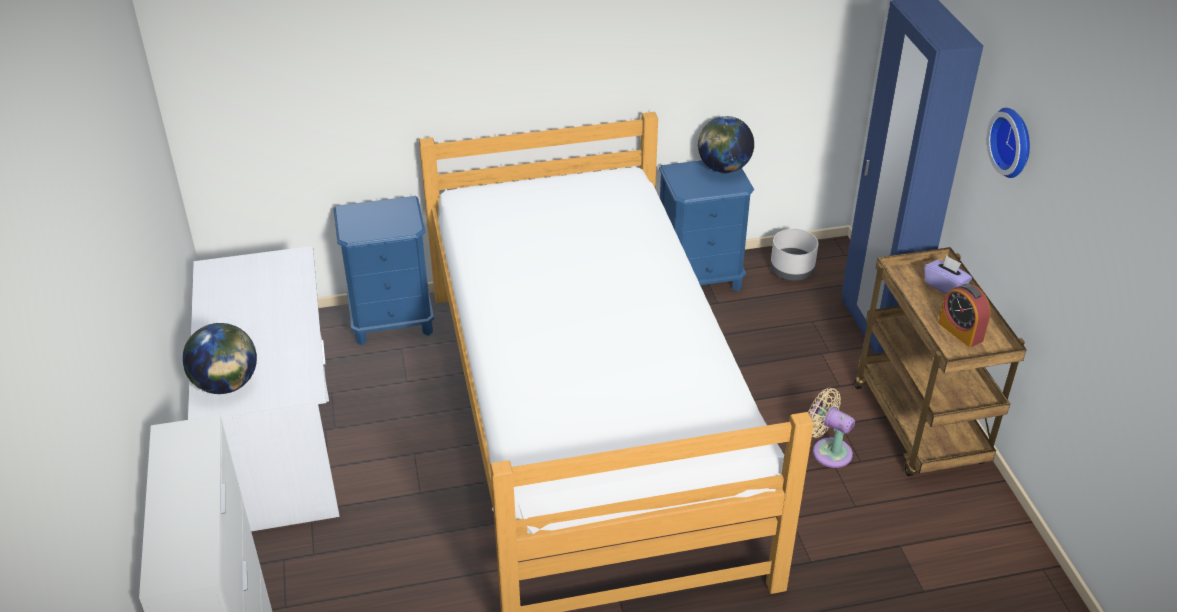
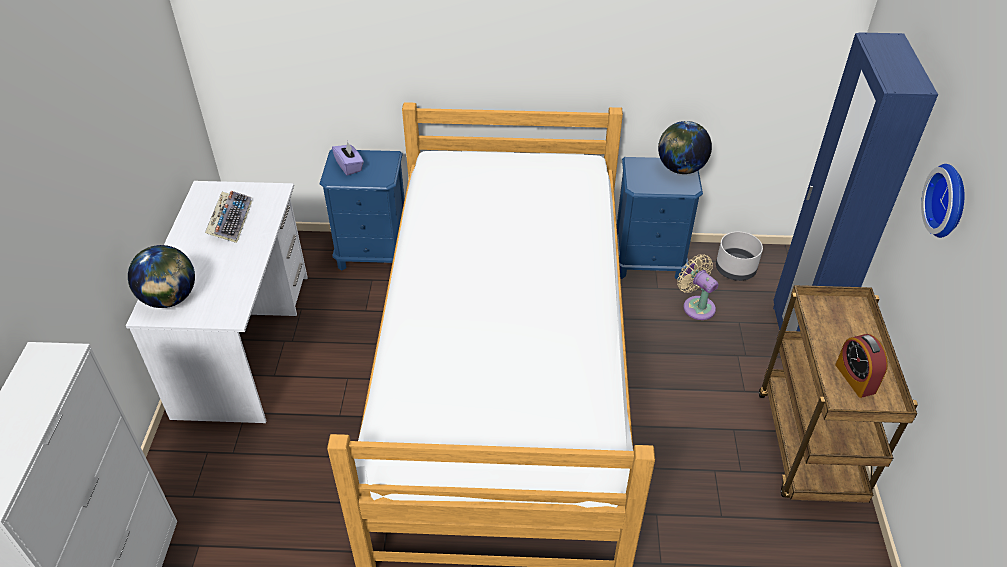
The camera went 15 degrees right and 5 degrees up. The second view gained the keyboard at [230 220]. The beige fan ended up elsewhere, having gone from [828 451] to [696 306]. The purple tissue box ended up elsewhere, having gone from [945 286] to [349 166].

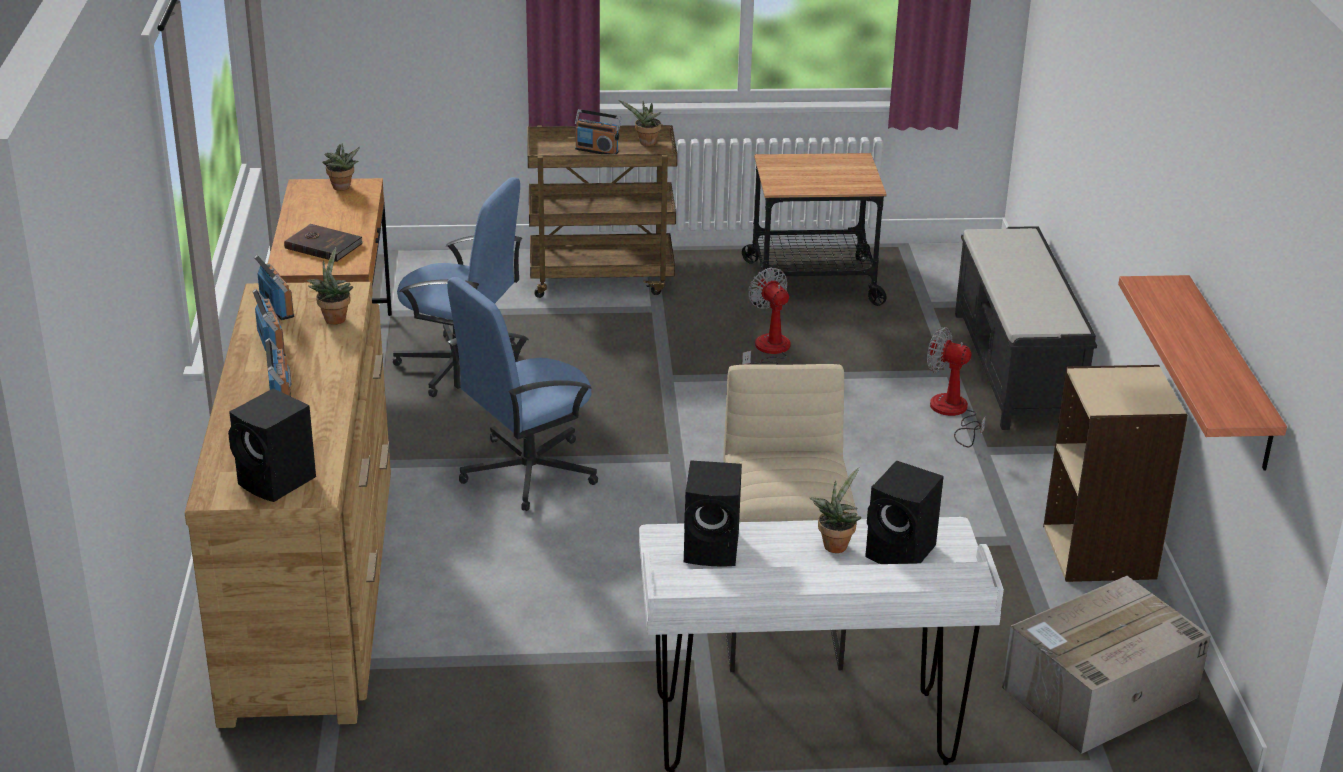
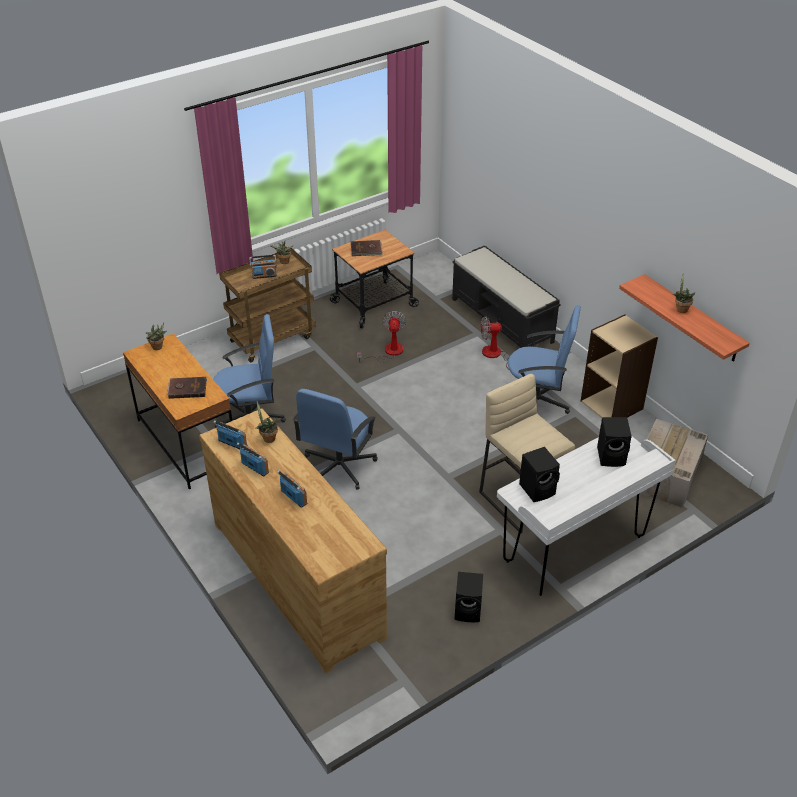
The camera went 30 degrees left and 10 degrees up. The second view gained the brown book at [366 250]. The second view gained the blue office chair at [537 402]. The black speaker ended up elsewhere, having gone from [278 482] to [469 610]. The potted plant ended up elsewhere, having gone from [835 544] to [680 309]. The fan at [767 351] ended up facing another way, 60 degrees clockwise from before.

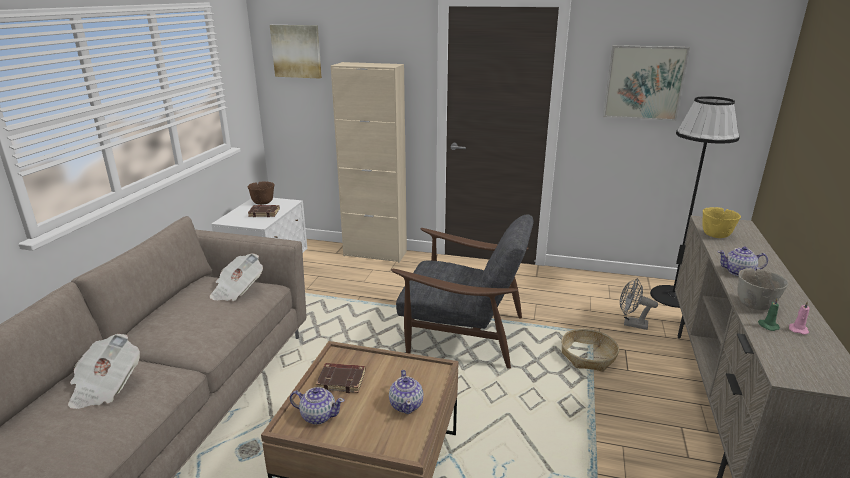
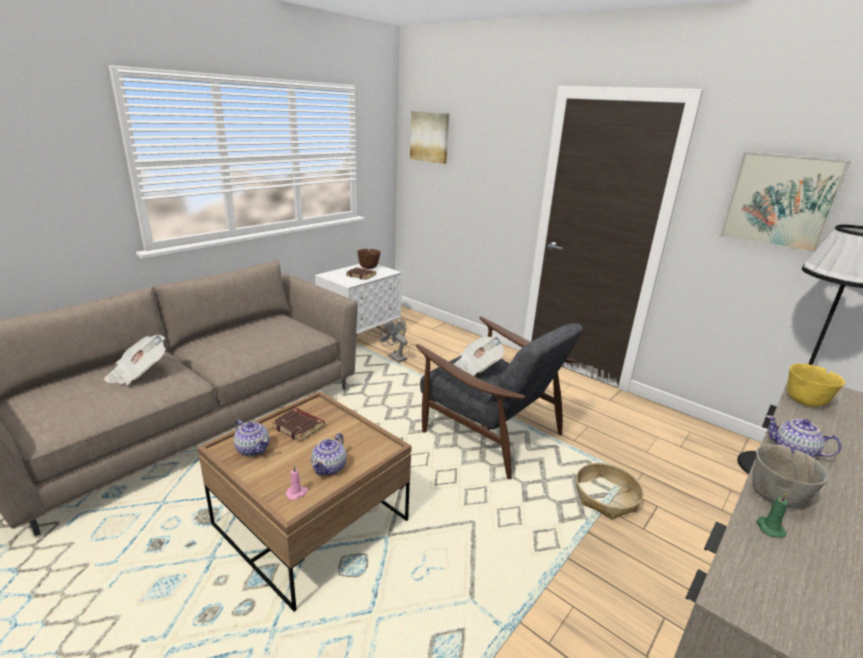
The camera went 25 degrees right and 0 degrees up. The second view lost the beige cabinet at [375 253]. The newspaper ended up elsewhere, having gone from [237 290] to [476 367]. The grey fan ended up elsewhere, having gone from [631 324] to [394 357]. The pink candle ended up elsewhere, having gone from [798 329] to [297 493].

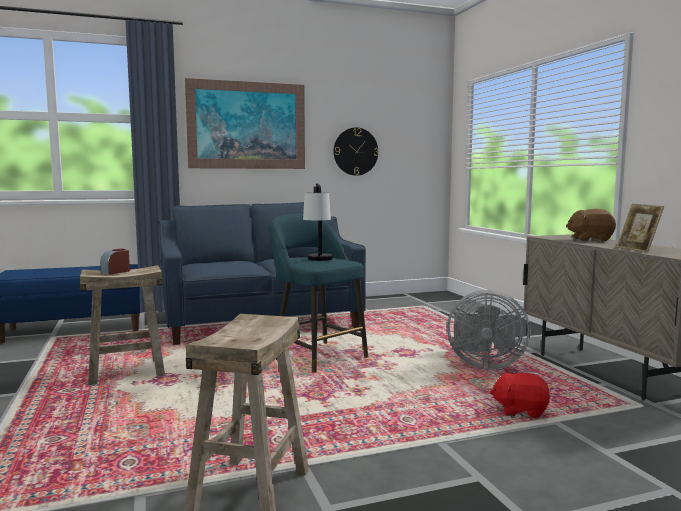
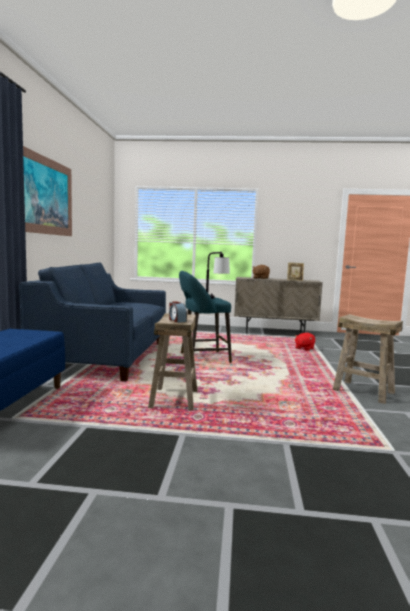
The camera went 65 degrees left and 0 degrees up. The second view lost the wall clock at [355 151]. The second view lost the grey fan at [483 365].

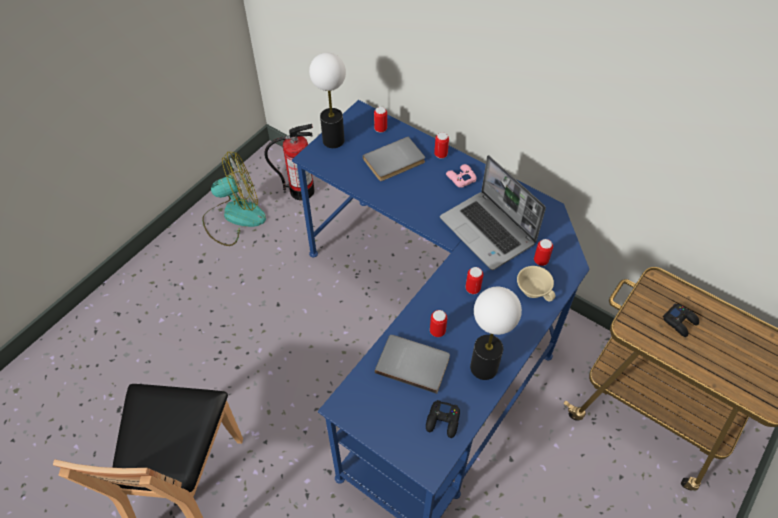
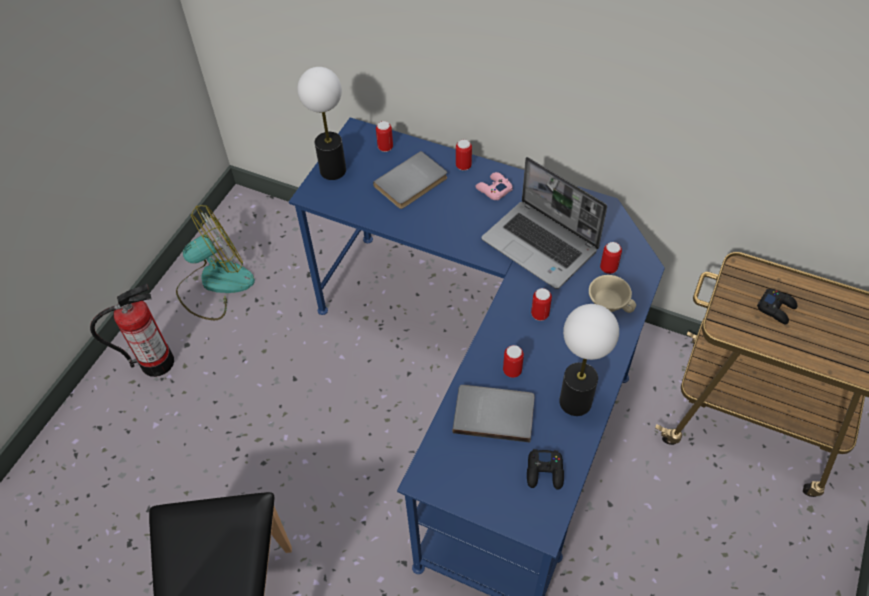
The camera went 10 degrees left and 0 degrees up. The fire extinguisher ended up elsewhere, having gone from [301 191] to [157 362].

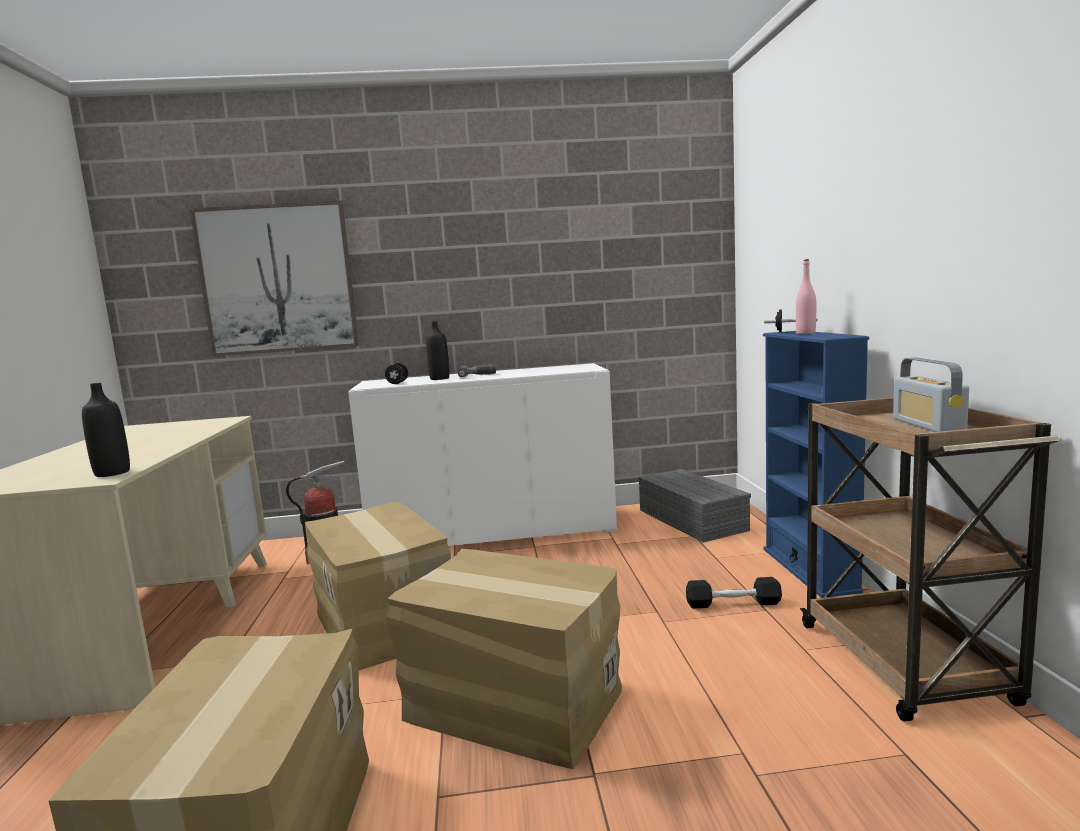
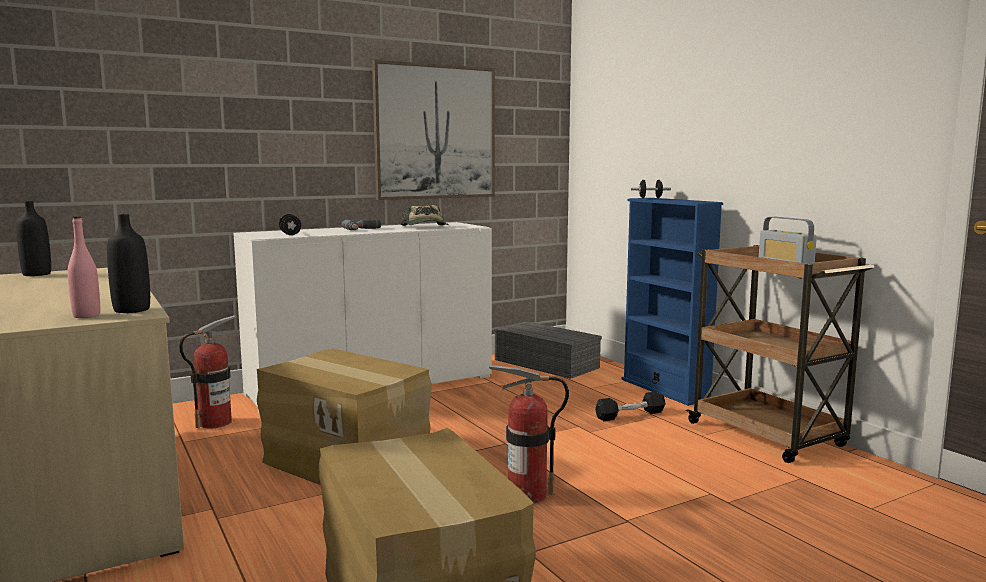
The camera went 25 degrees left and 0 degrees up. The second view gained the cap at [426 227]. The picture ended up elsewhere, having gone from [278 279] to [435 132]. The black bottle ended up elsewhere, having gone from [439 378] to [37 274]. The pink bottle ended up elsewhere, having gone from [805 333] to [86 316]. Where the cardboard box stood at [513 704], the fire extinguisher came to stand at [527 494].

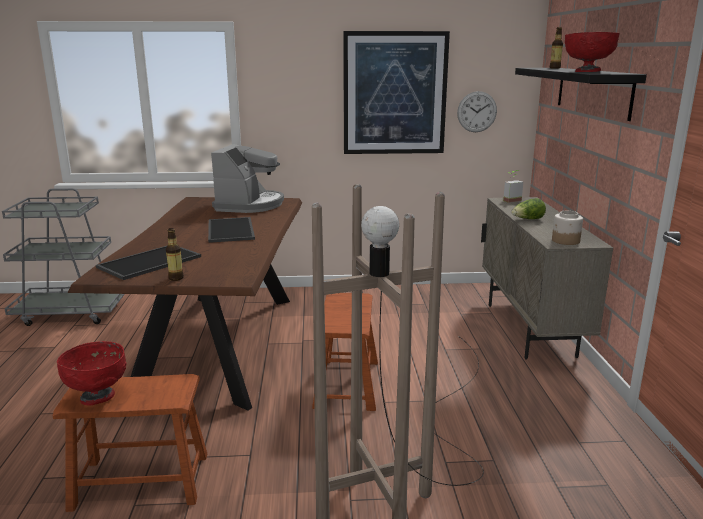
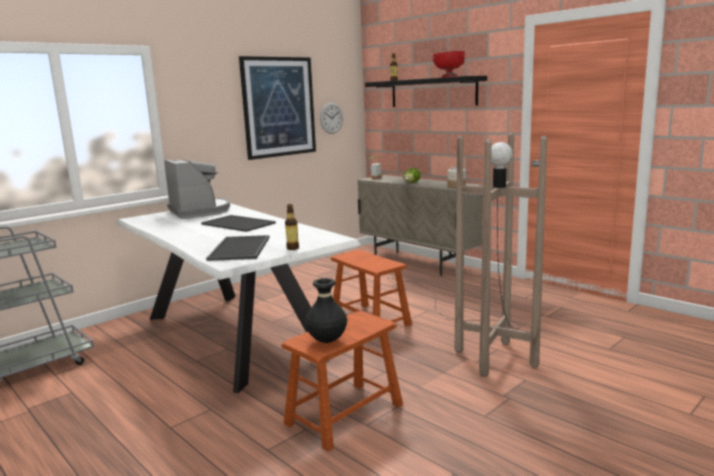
The camera went 40 degrees left and 5 degrees down. Where the red bowl stood at [98 397], the black vase came to stand at [327 341]. What was the brown dining table at [220 344] turned into the white dining table at [235 335].

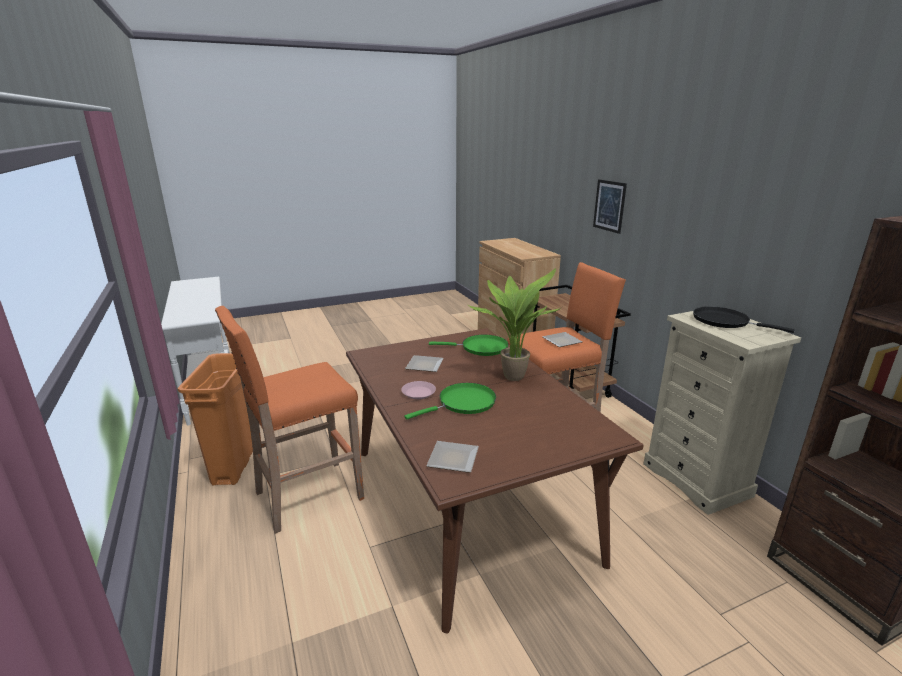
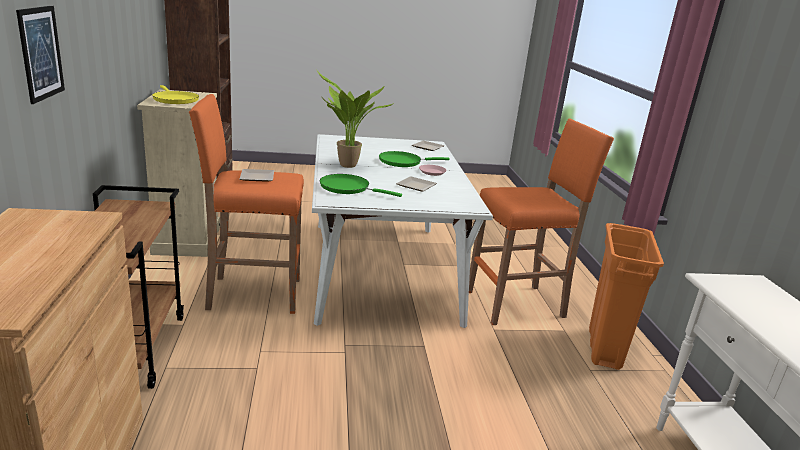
The camera went 165 degrees left and 0 degrees up. What was the brown dining table at [469 503] turned into the white dining table at [381 269]. What was the black frying pan at [724 321] turned into the yellow frying pan at [174 99].

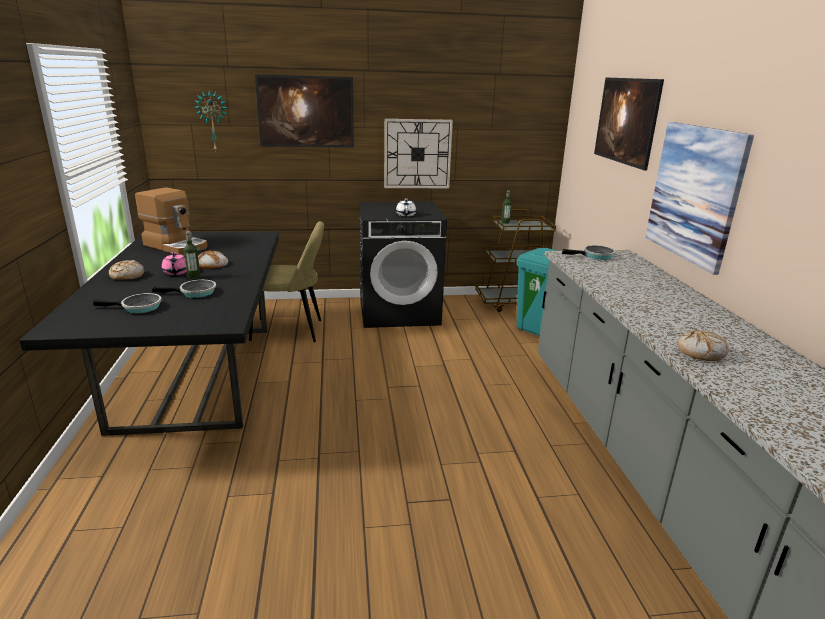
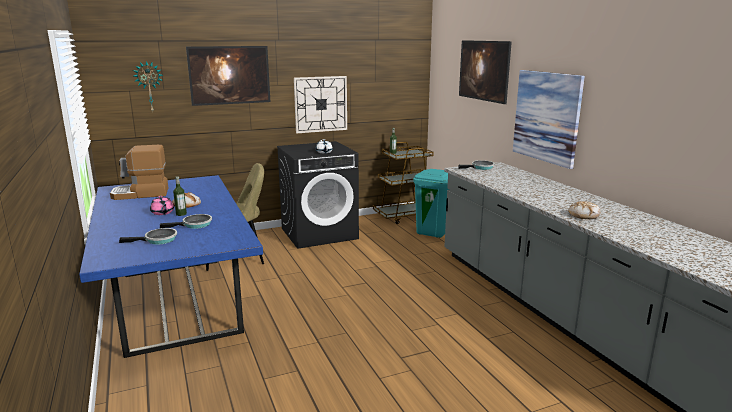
The camera went 15 degrees left and 5 degrees down. The second view lost the bread at [127 276]. What was the black dining table at [197 375] turned into the blue dining table at [178 302]. The coffee machine at [177 246] ended up facing another way, 150 degrees clockwise from before.

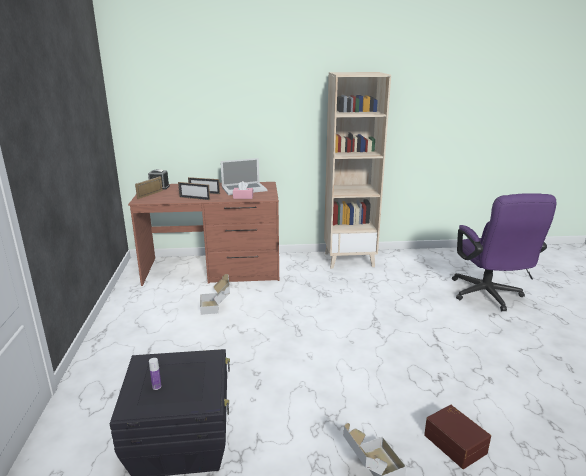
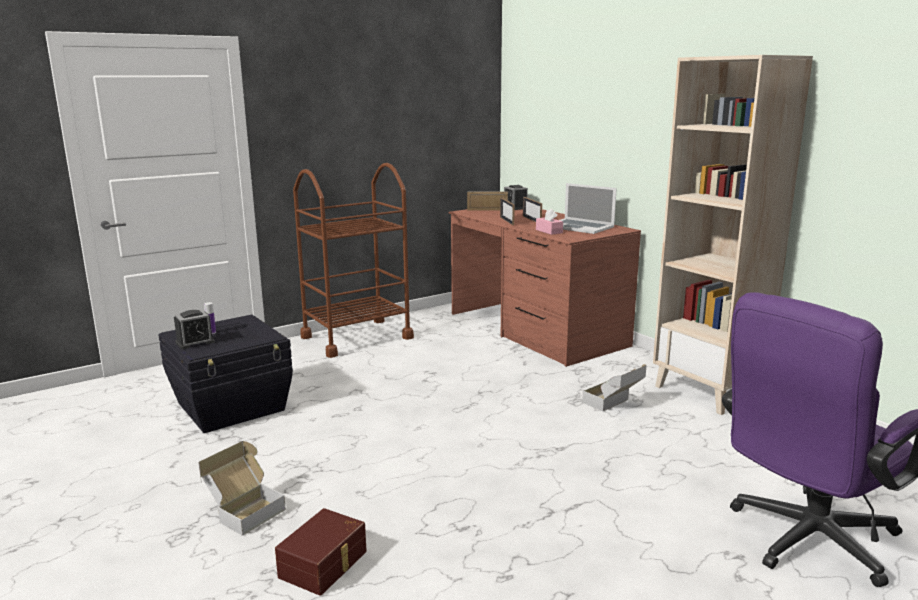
The camera went 60 degrees right and 5 degrees down. The second view gained the alarm clock at [195 342]. The second view gained the brown cart at [356 337]. The cardboard box ended up elsewhere, having gone from [216 306] to [613 405].

